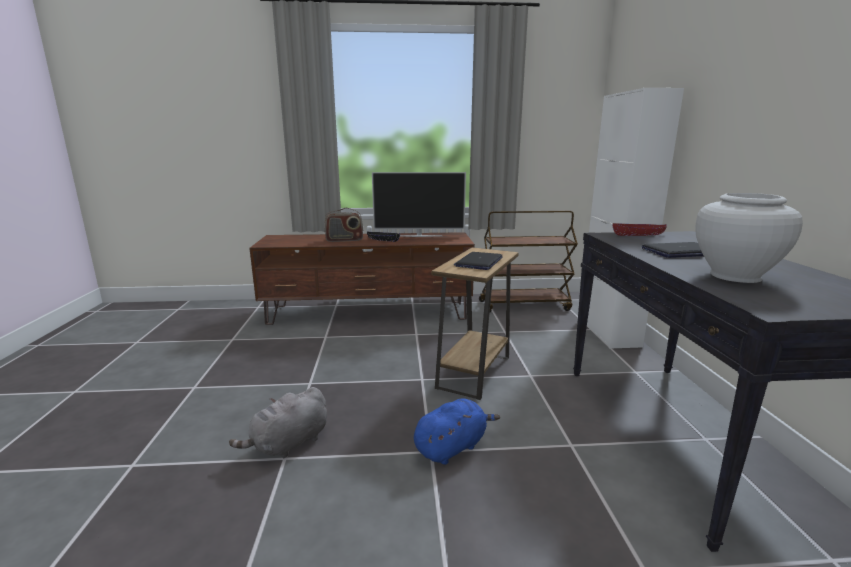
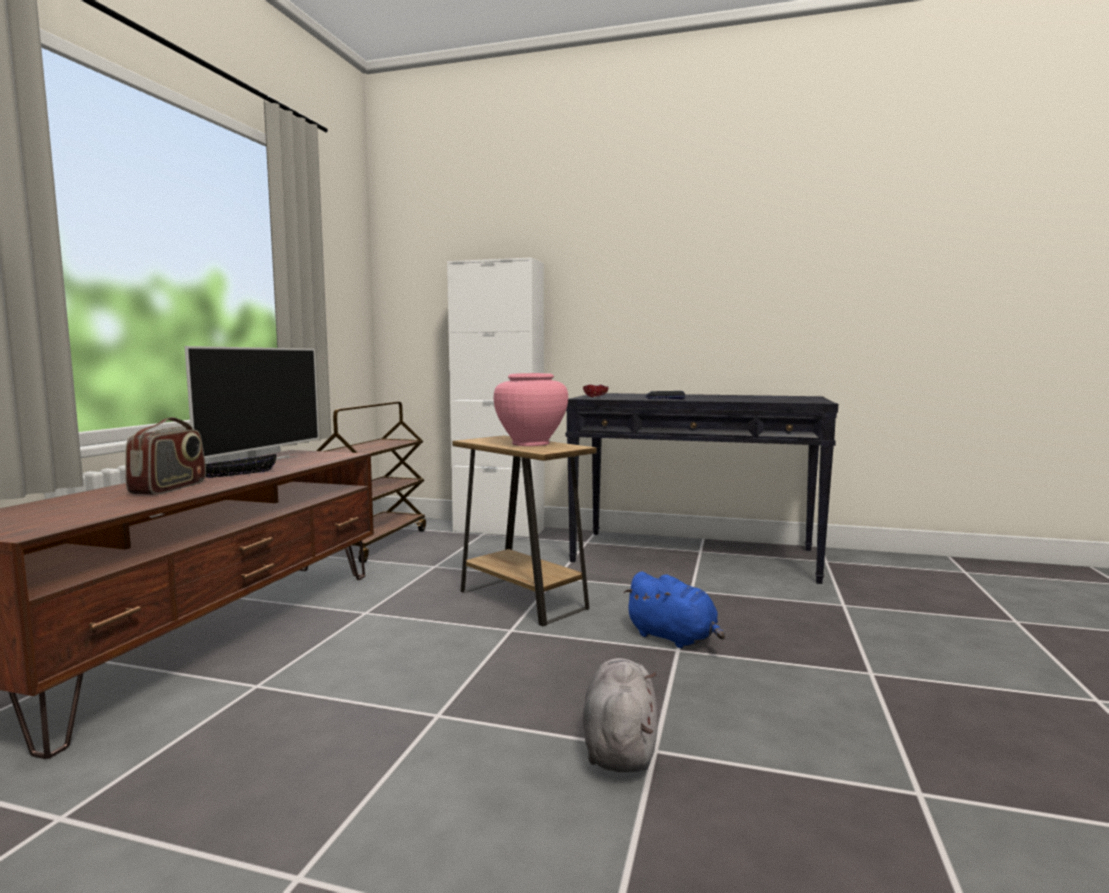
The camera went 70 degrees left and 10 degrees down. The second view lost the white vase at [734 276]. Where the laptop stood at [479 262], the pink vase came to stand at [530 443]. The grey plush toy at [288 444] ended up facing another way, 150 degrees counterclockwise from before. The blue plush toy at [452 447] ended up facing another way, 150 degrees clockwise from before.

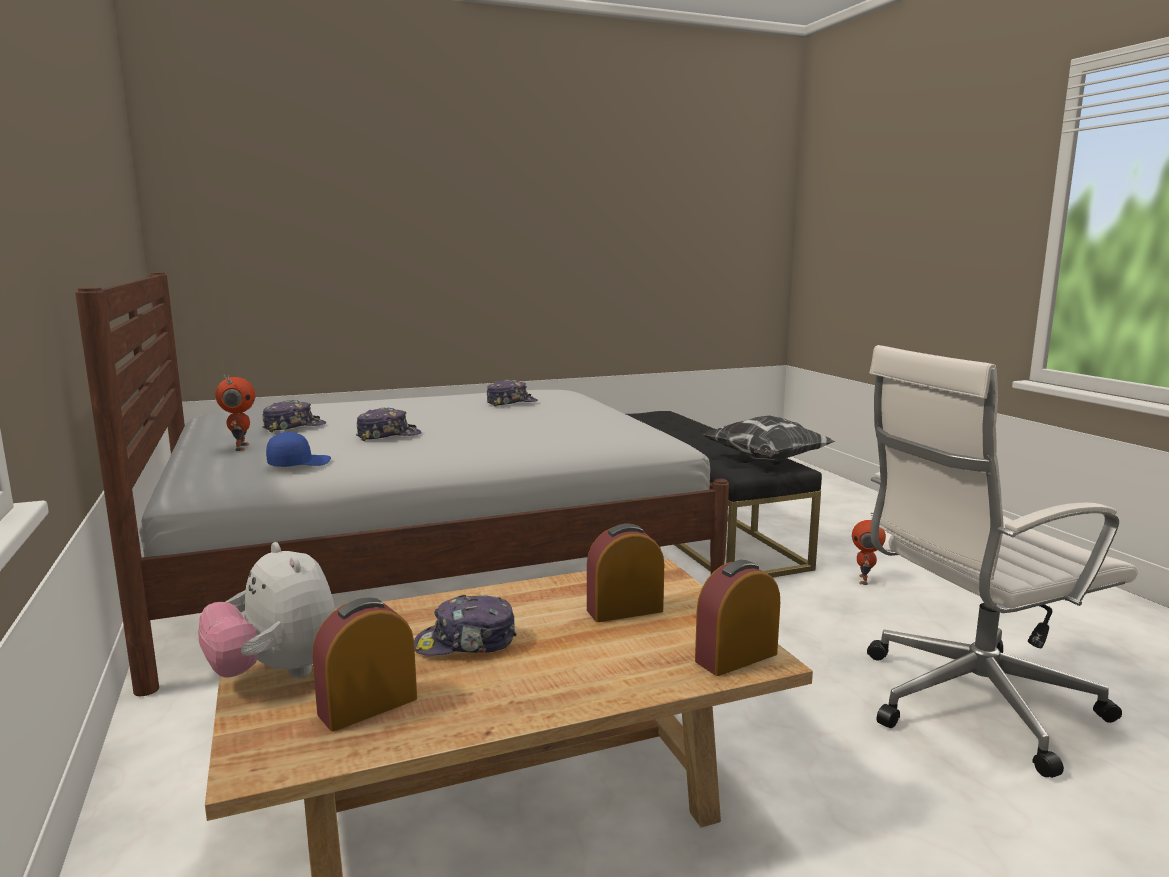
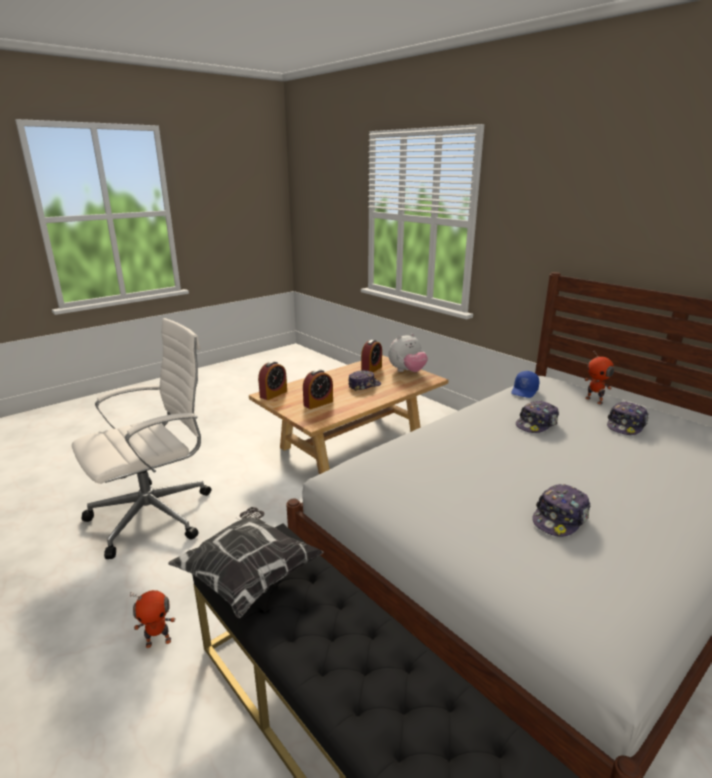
The camera went 160 degrees right and 10 degrees up. The plush toy at [277 673] ended up facing another way, 120 degrees clockwise from before. The toy robot at [865 580] ended up facing another way, 75 degrees clockwise from before.

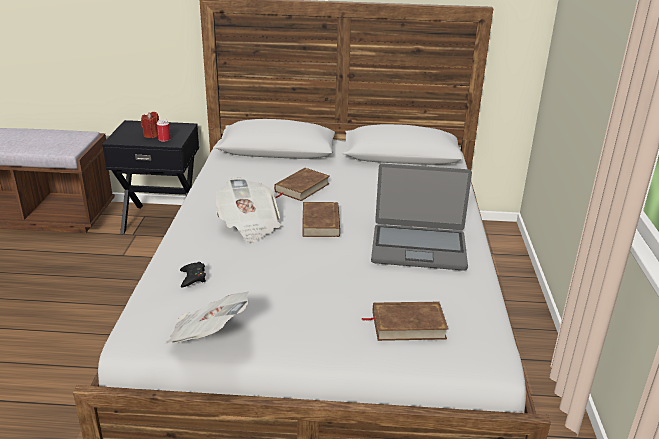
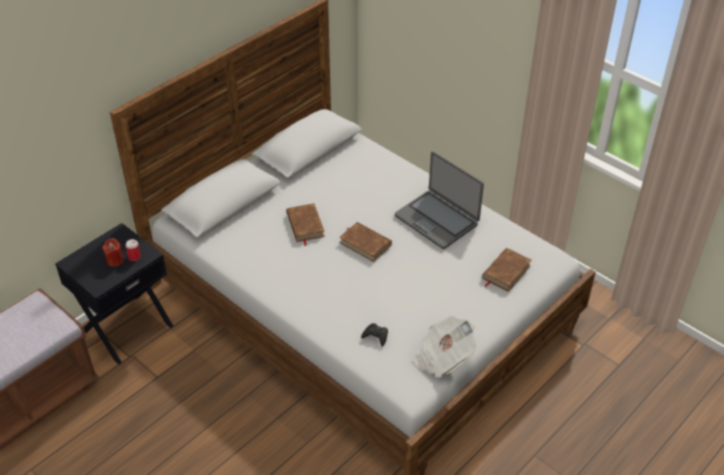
The camera went 50 degrees left and 15 degrees up. The second view lost the newspaper at [249 225]. The laptop at [418 248] ended up facing another way, 90 degrees clockwise from before.

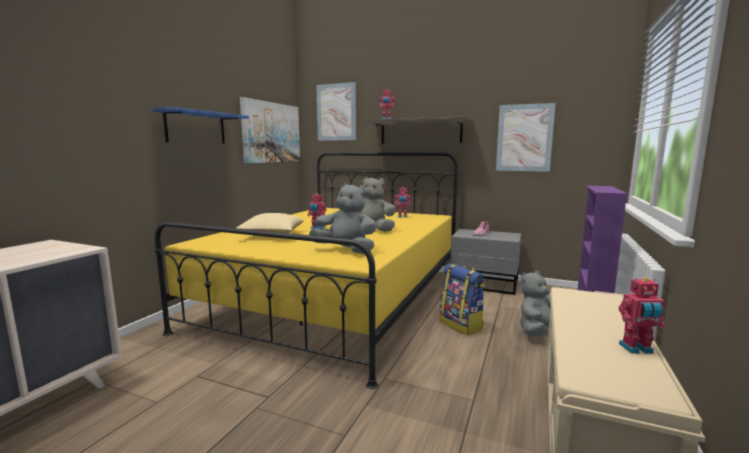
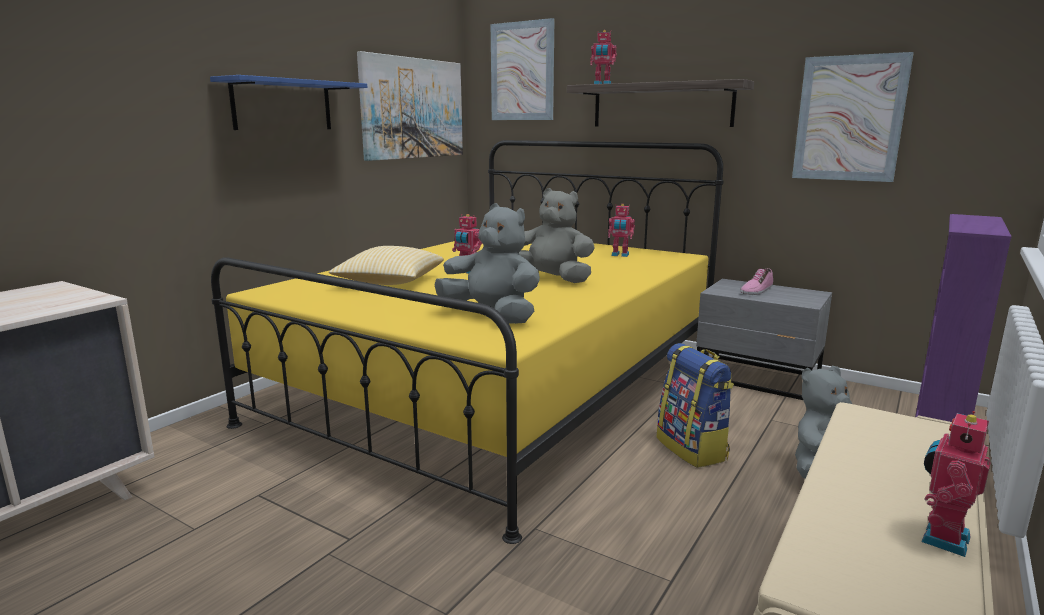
The camera went 10 degrees right and 5 degrees up. The toy robot at [637 349] ended up facing another way, 120 degrees clockwise from before.

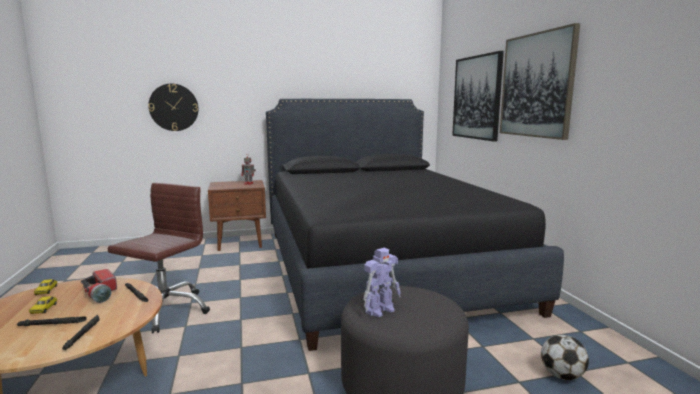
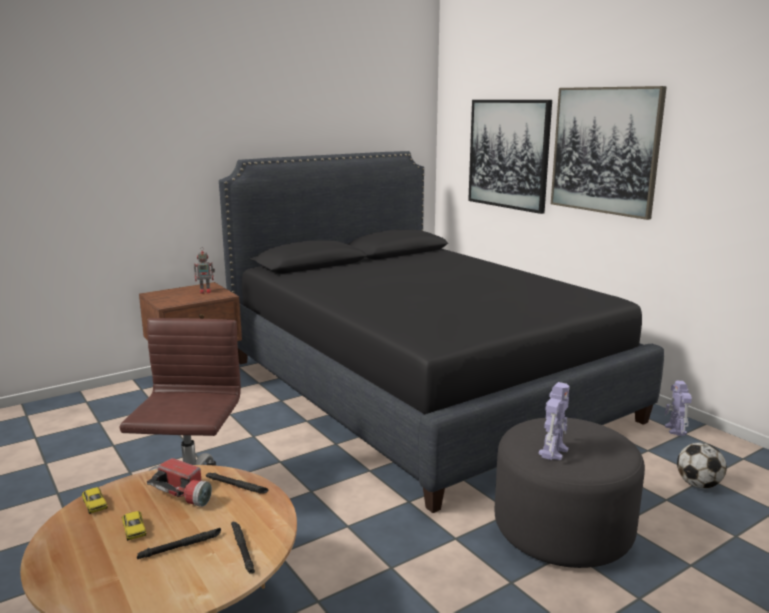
The camera went 20 degrees left and 5 degrees up. The second view lost the wall clock at [174 107]. The second view gained the toy robot at [675 430].

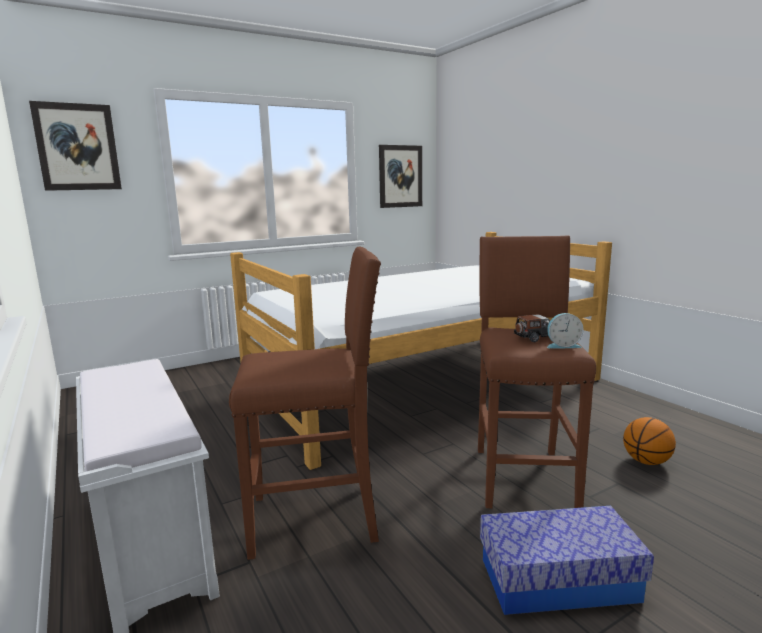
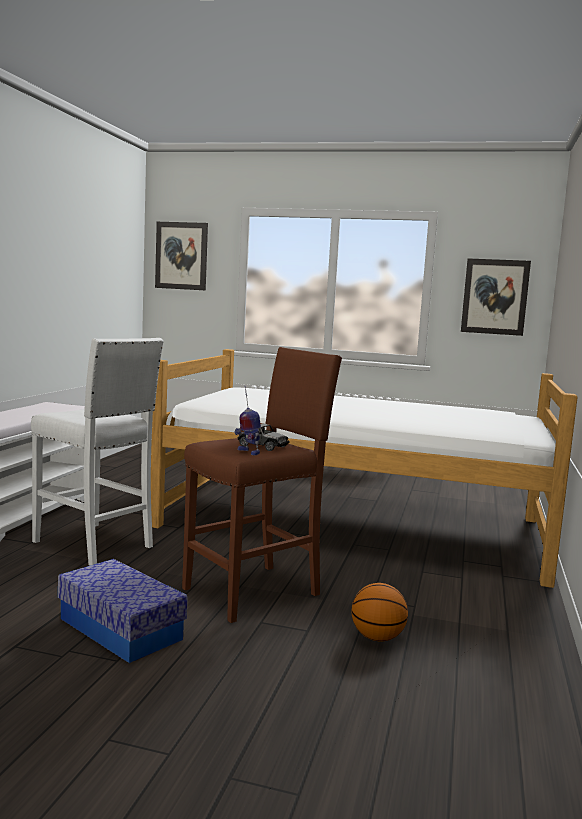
The camera went 45 degrees right and 5 degrees down. Where the alarm clock stood at [562 345], the toy robot came to stand at [248 452]. What was the brown stool at [317 519] turned into the white stool at [94 545].

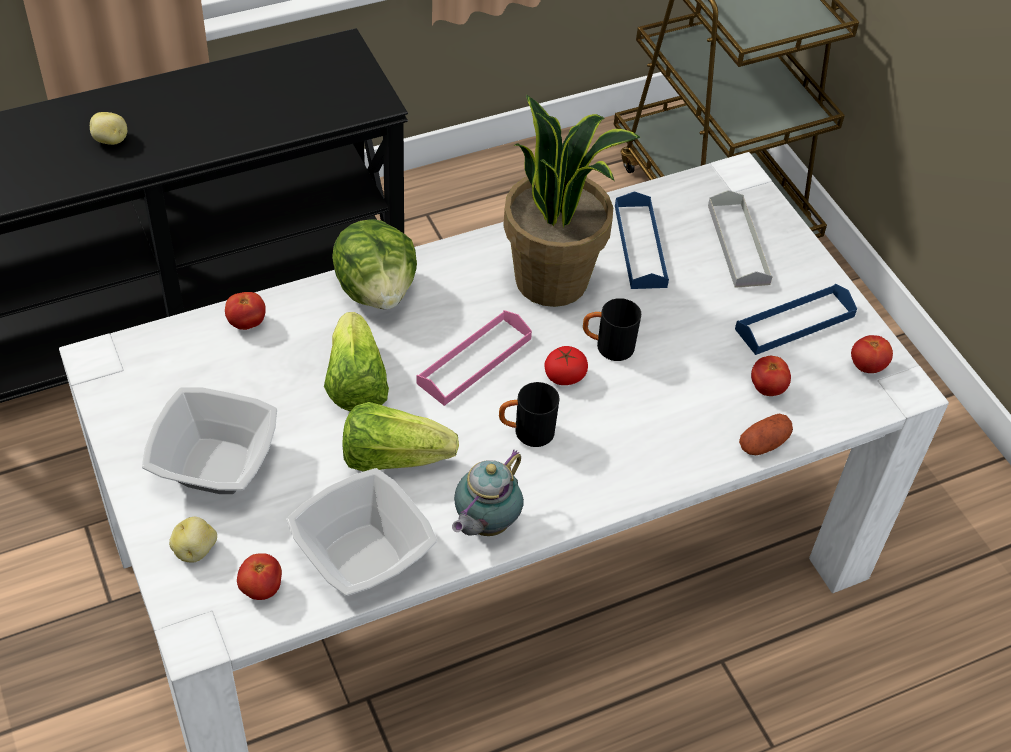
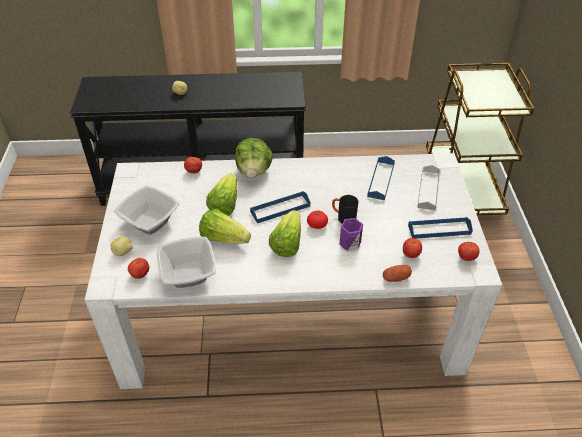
The camera went 25 degrees right and 5 degrees down. The second view lost the teapot at [484 524]. The second view lost the potted plant at [553 279]. The second view gained the purple mug at [349 242]. Where the black mug stood at [526 432], the lettuce came to stand at [287 243]. What was the pink tray at [474 361] turned into the blue tray at [280 209].

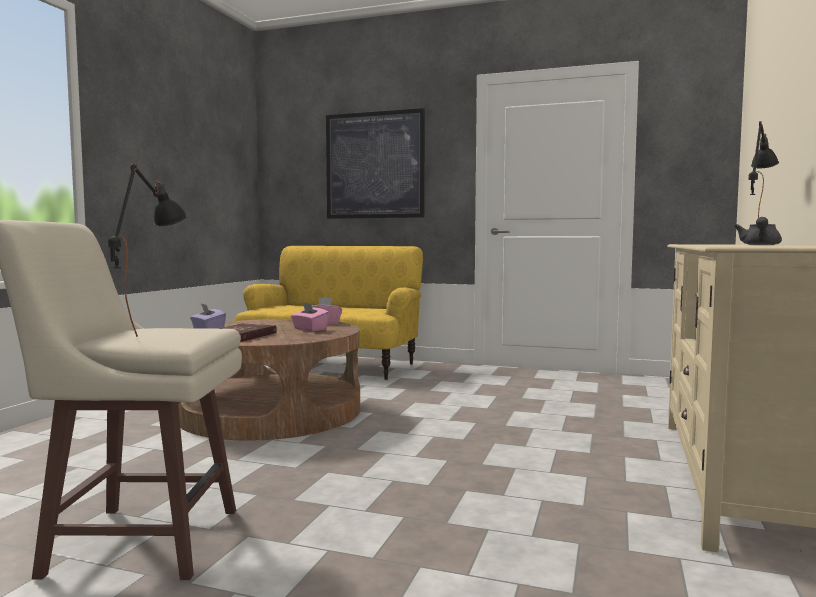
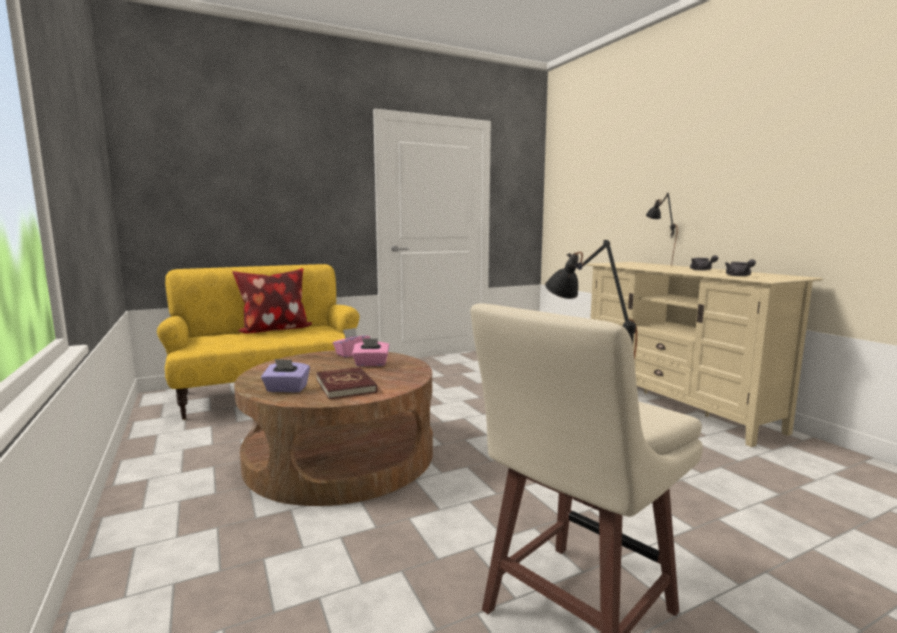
The camera went 45 degrees left and 5 degrees up. The second view lost the picture at [374 165]. The second view gained the pillow at [274 330]. The second view gained the grey teapot at [739 276].

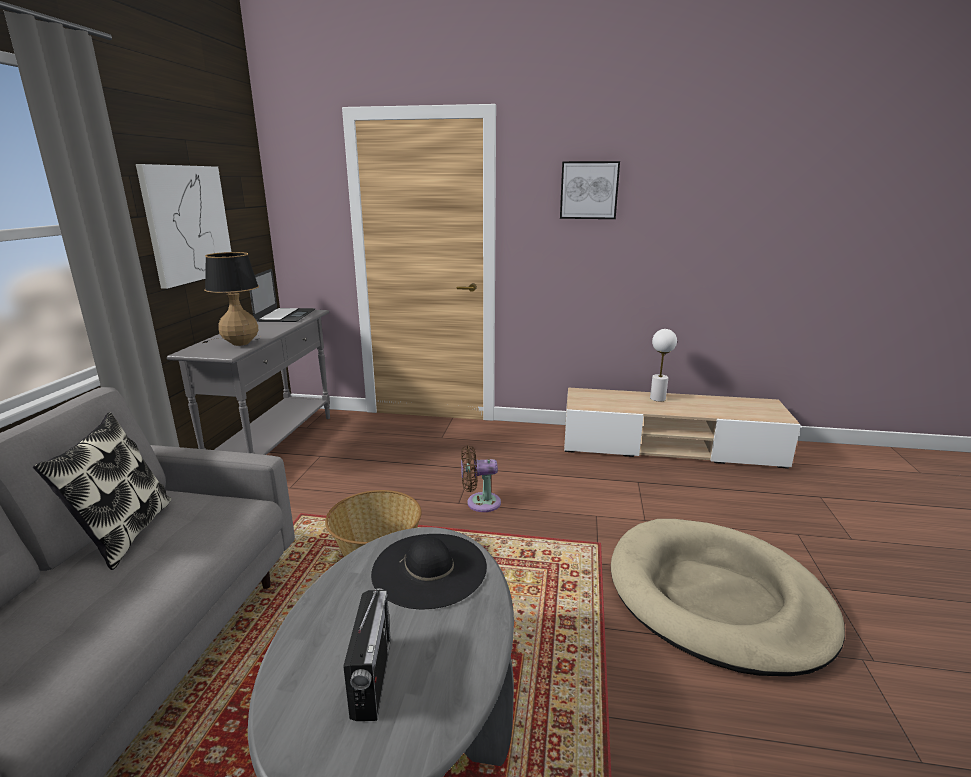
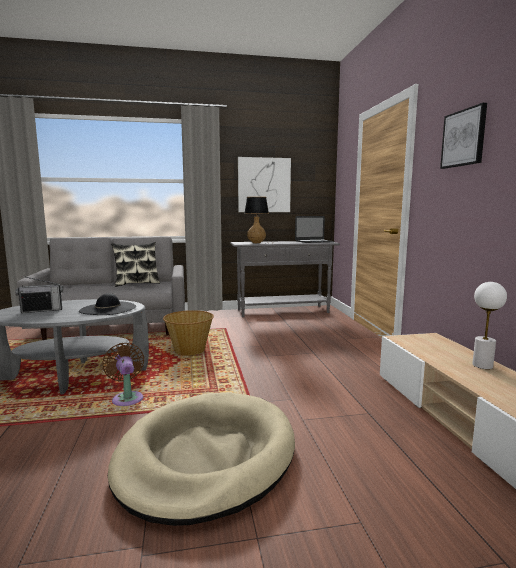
The camera went 70 degrees right and 10 degrees down. The brown fan ended up elsewhere, having gone from [479 503] to [127 398].

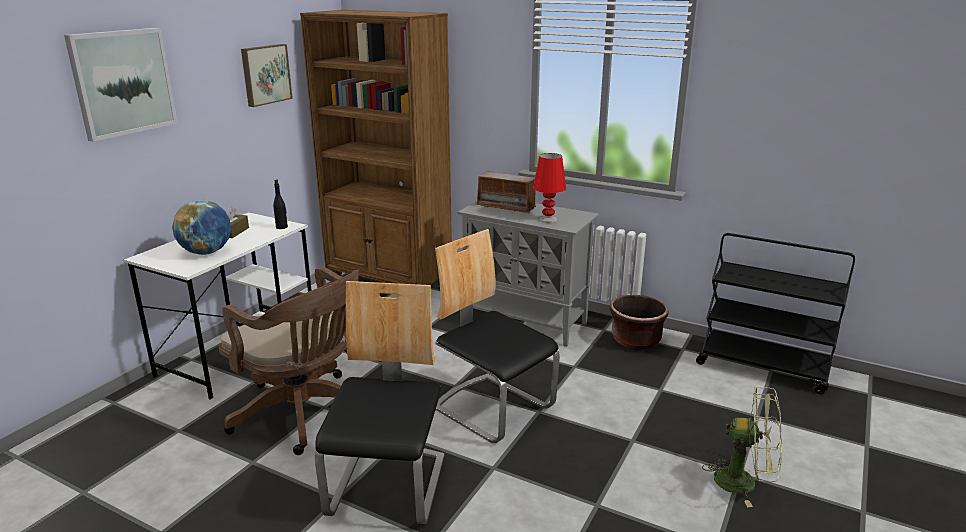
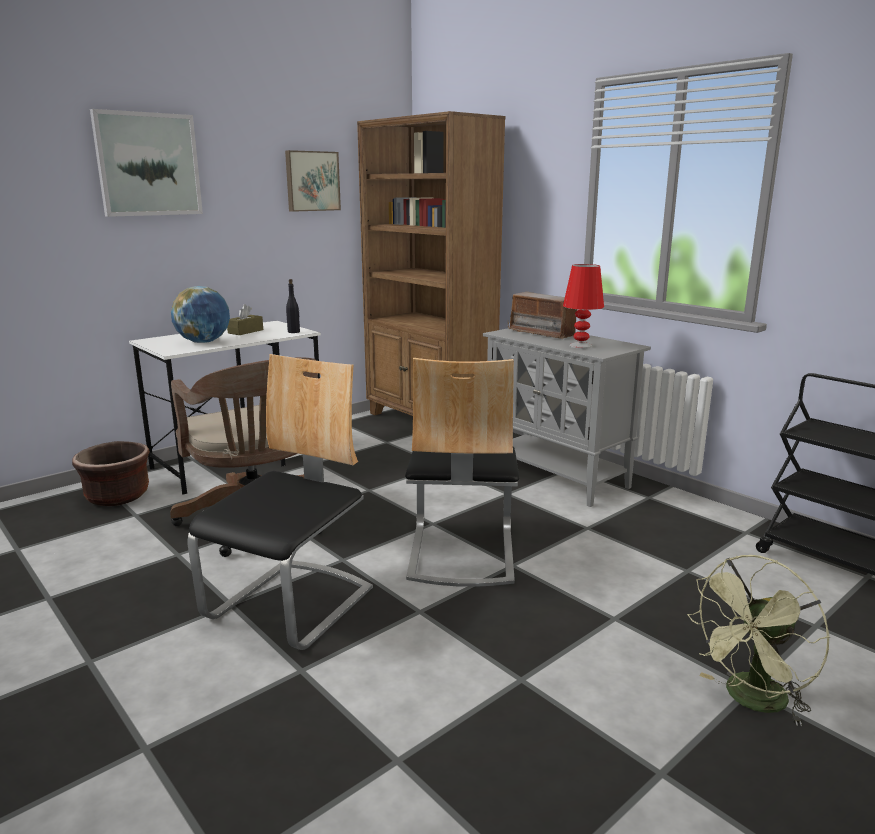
The camera went 20 degrees right and 5 degrees down. The brown planter ended up elsewhere, having gone from [635 340] to [118 496]. The chair at [493 408] ended up facing another way, 150 degrees counterclockwise from before. The green fan at [744 482] ended up facing another way, 105 degrees clockwise from before.

